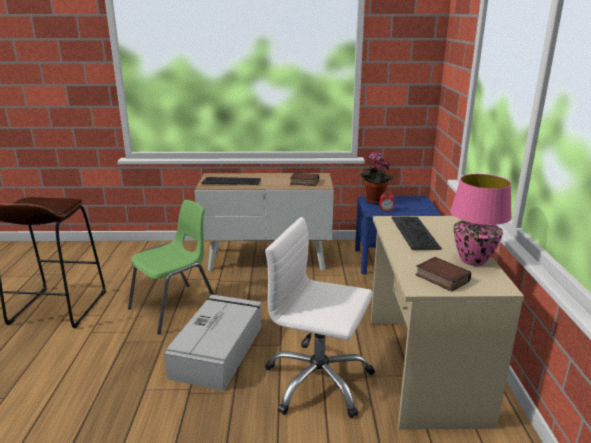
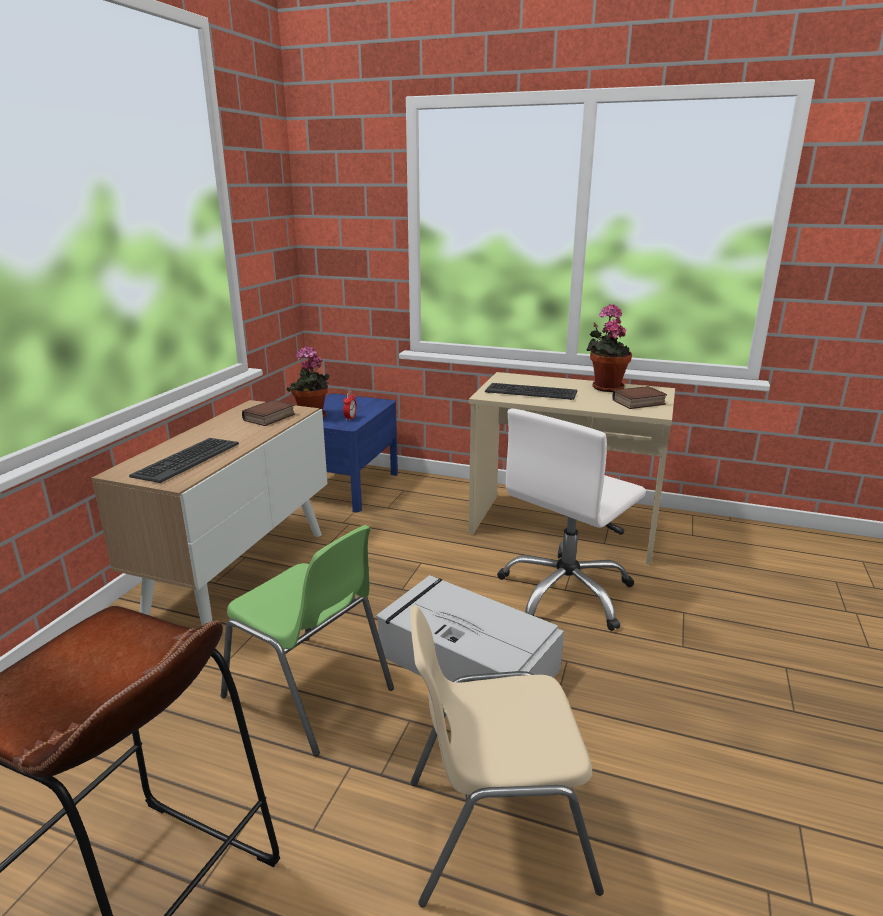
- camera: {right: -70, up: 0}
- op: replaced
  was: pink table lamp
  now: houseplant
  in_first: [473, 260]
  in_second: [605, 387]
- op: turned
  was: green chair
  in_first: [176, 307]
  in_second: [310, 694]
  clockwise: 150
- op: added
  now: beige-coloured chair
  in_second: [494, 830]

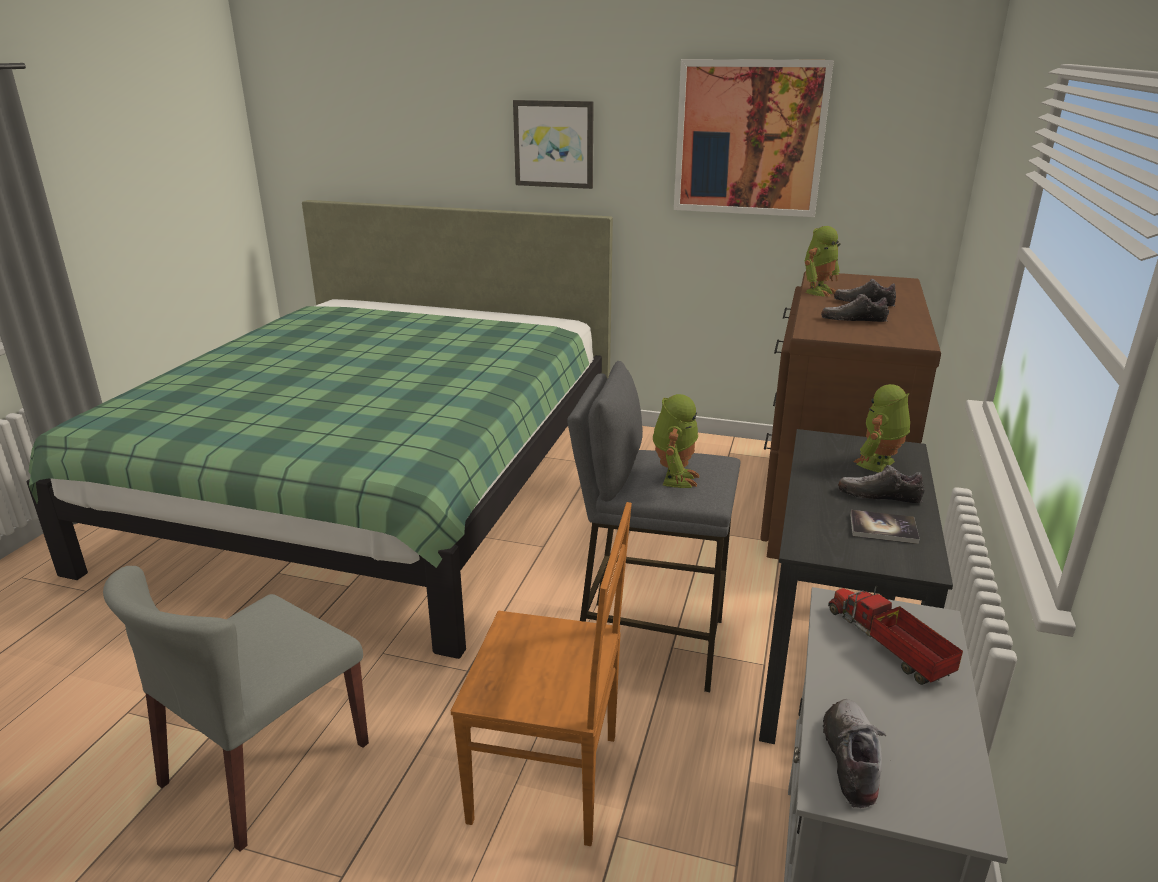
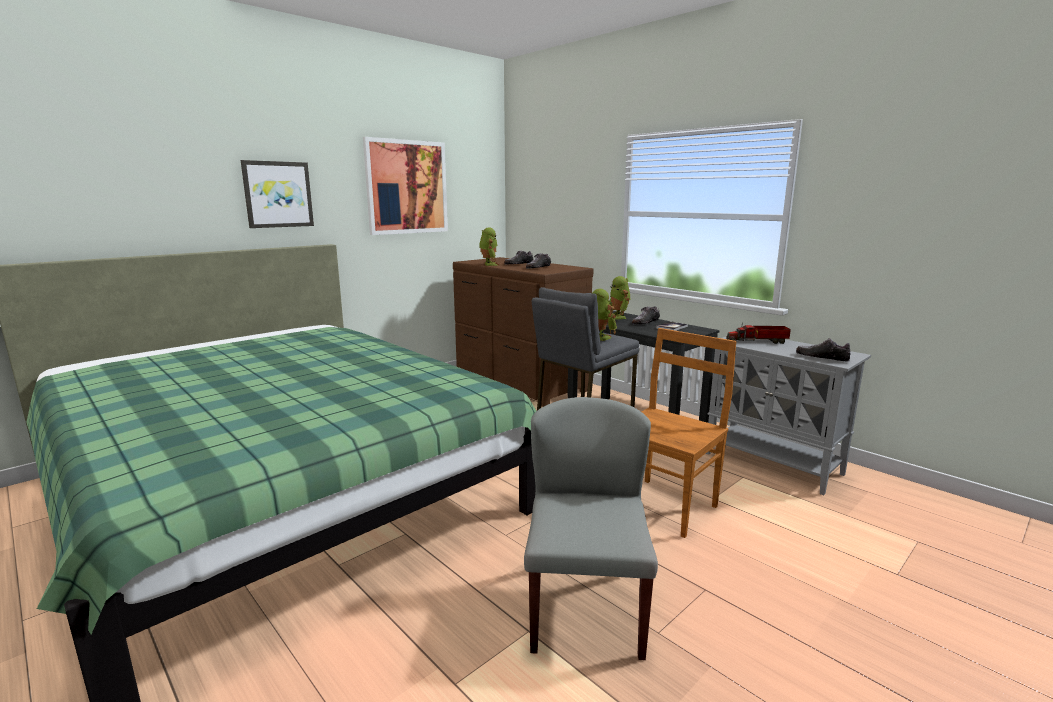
- camera: {right: -60, up: -10}
- op: turned
  was: greyish chair
  in_first: [265, 765]
  in_second: [585, 607]
  clockwise: -150

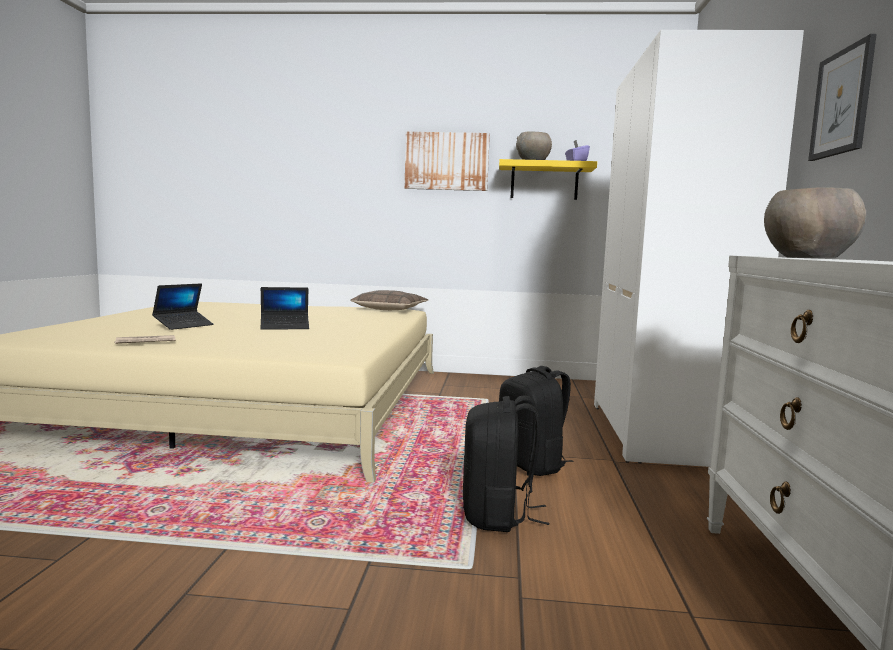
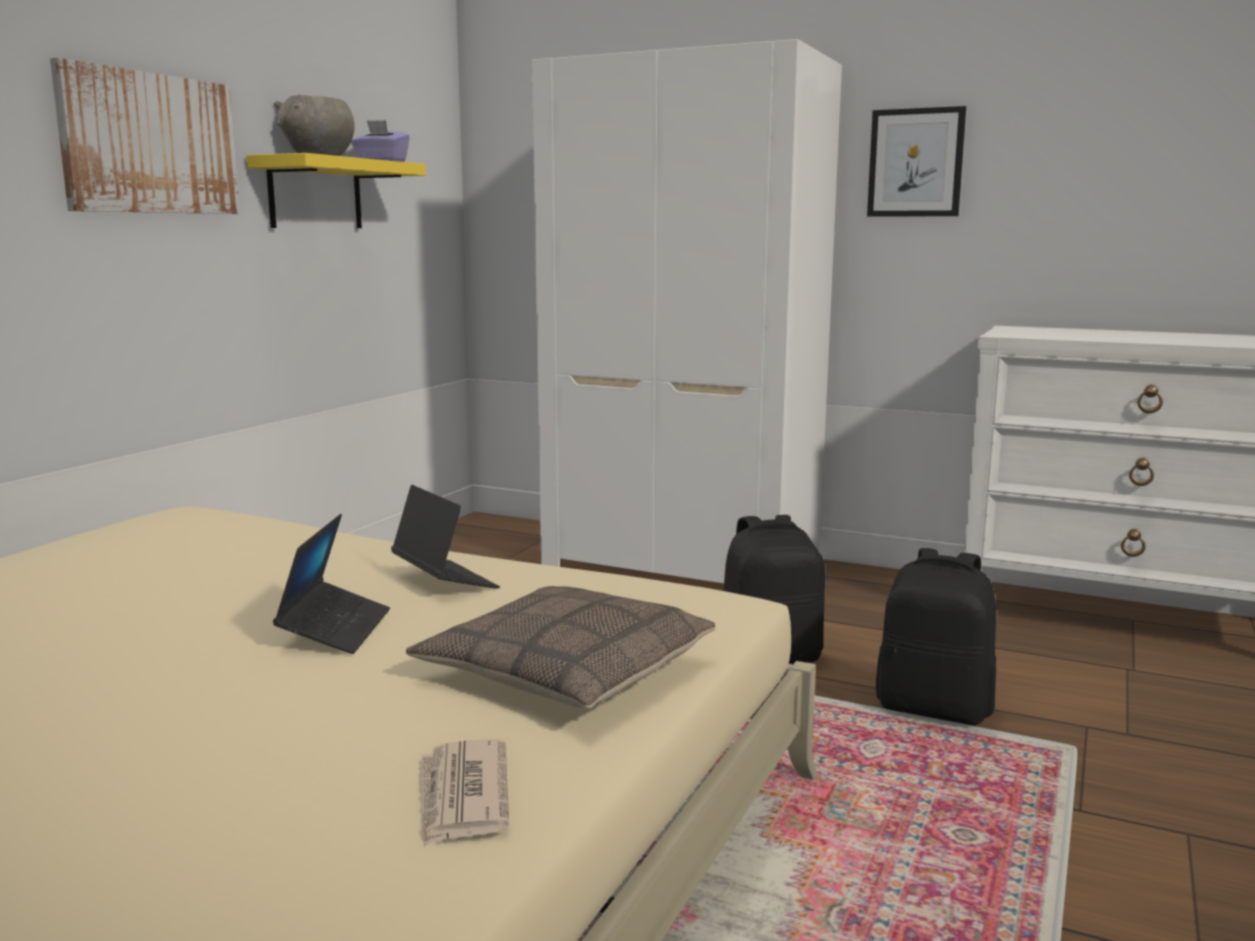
- camera: {right: -70, up: 5}
- op: removed
  was: greyish serving bowl
  in_first: [807, 258]
- op: moved
  was: notebook computer
  in_first: [184, 325]
  in_second: [444, 581]
- op: moved
  was: pillow
  in_first: [390, 309]
  in_second: [565, 670]

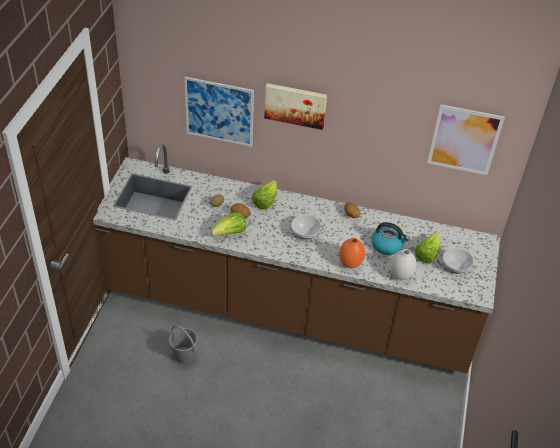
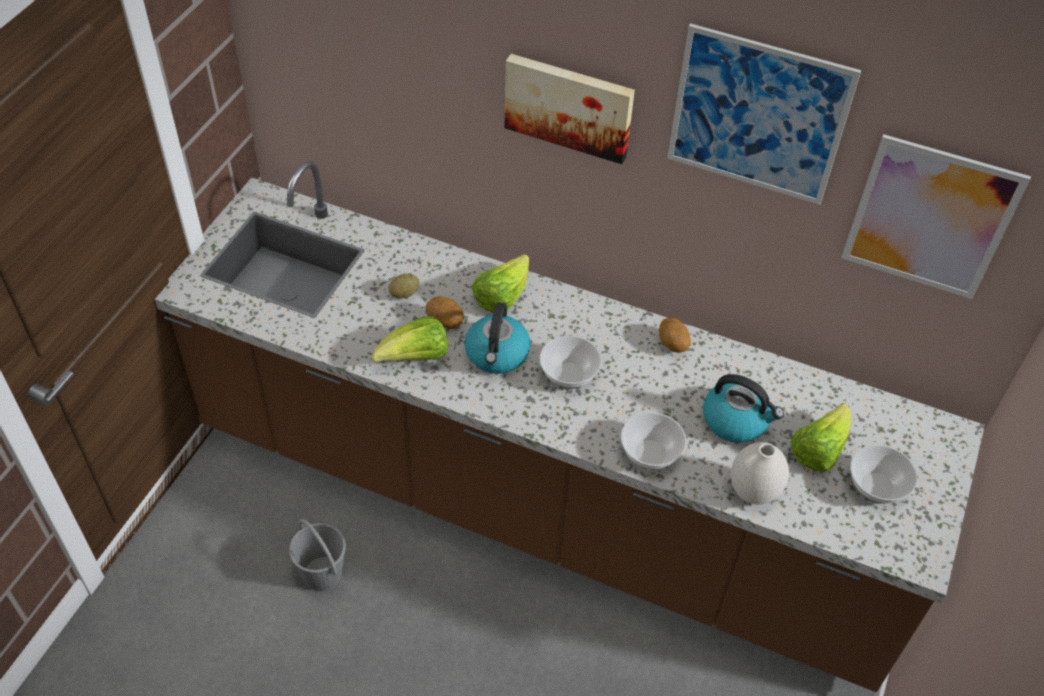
- camera: {right: 10, up: 5}
- op: moved
  was: picture
  in_first: [219, 111]
  in_second: [758, 116]
- op: replaced
  was: orange vase
  now: serving bowl
  in_first: [349, 264]
  in_second: [649, 453]
- op: added
  now: kettle
  in_second: [497, 354]

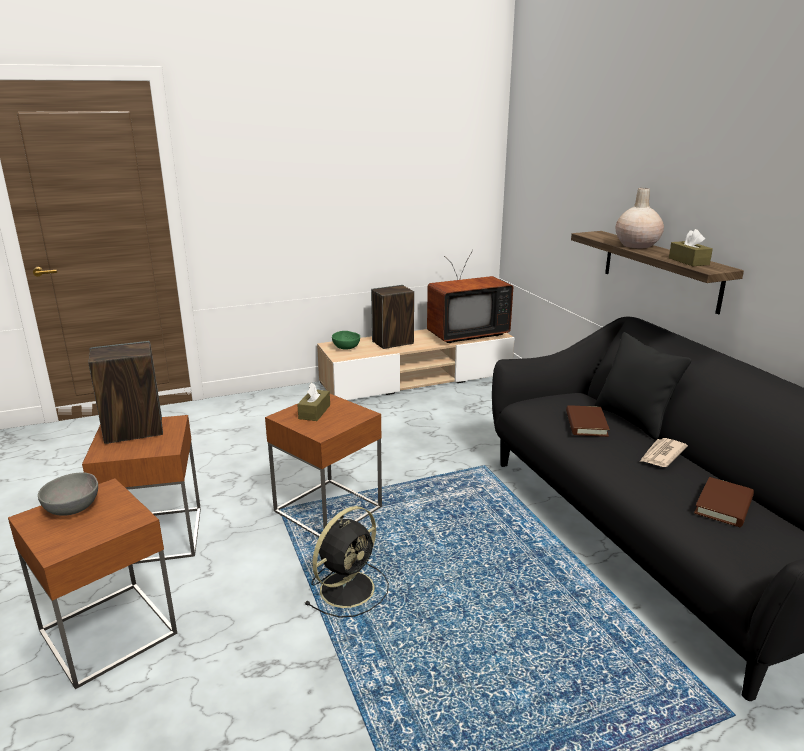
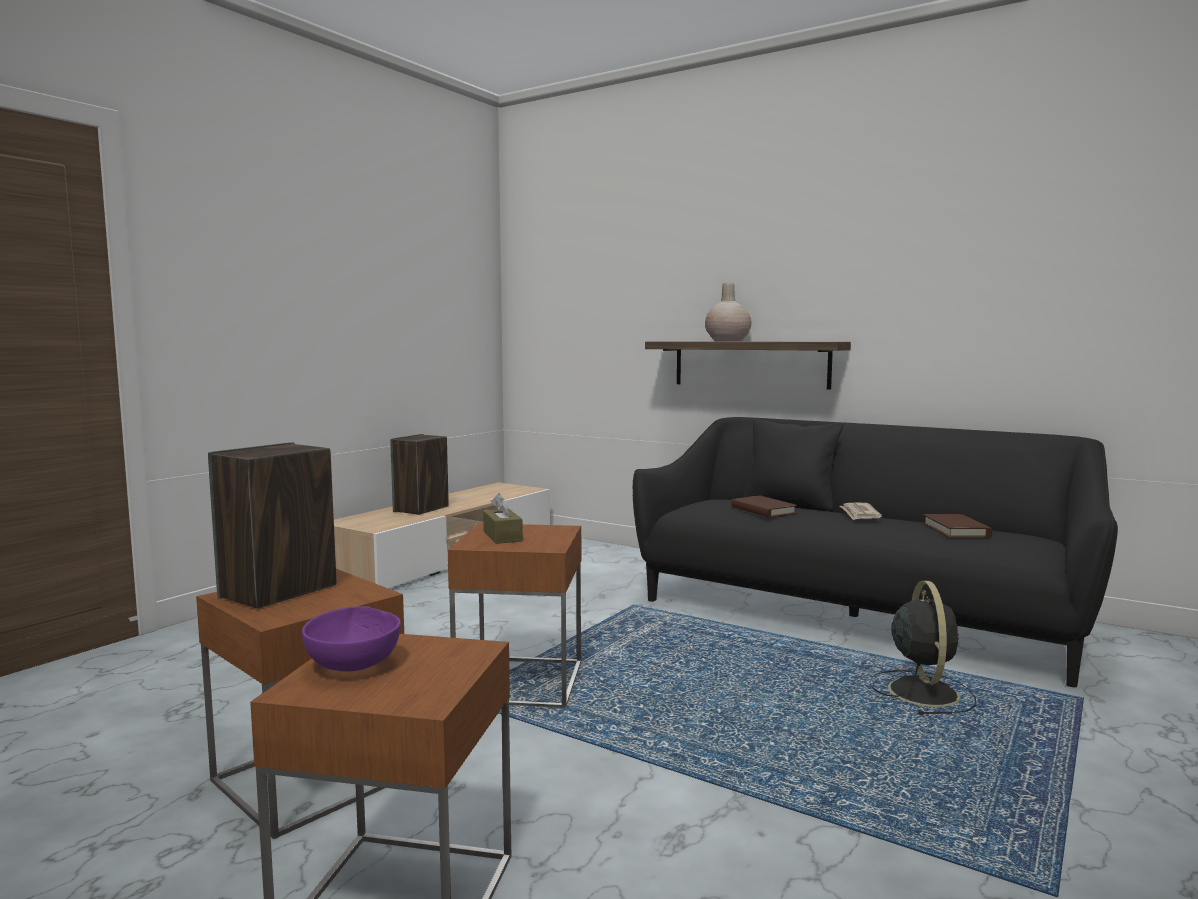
- camera: {right: -35, up: -15}
- op: removed
  was: brownish box of tissues
  in_first: [688, 261]
- op: removed
  was: television
  in_first: [464, 334]
- op: removed
  was: green serving bowl
  in_first: [346, 348]
- op: recoloured
  was: greyish serving bowl
  now: purple serving bowl
  in_first: [74, 508]
  in_second: [355, 665]
- op: moved
  was: black-coloured cooling fan
  in_first: [349, 587]
  in_second: [922, 691]

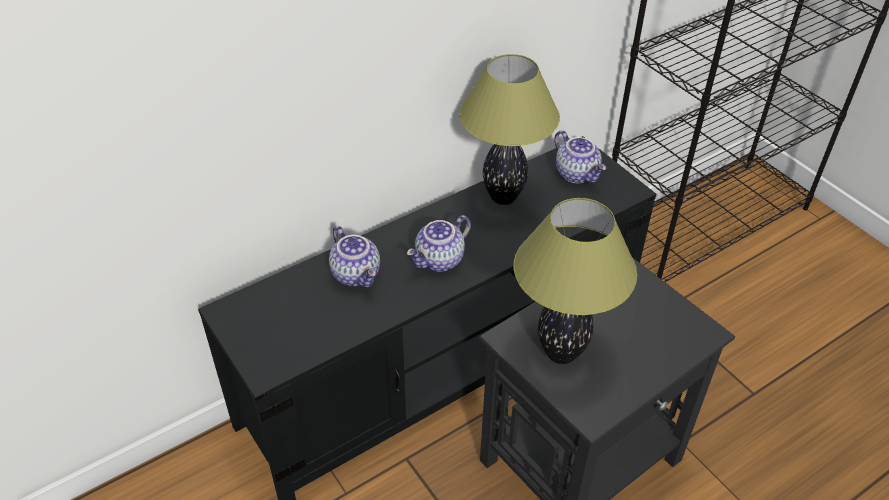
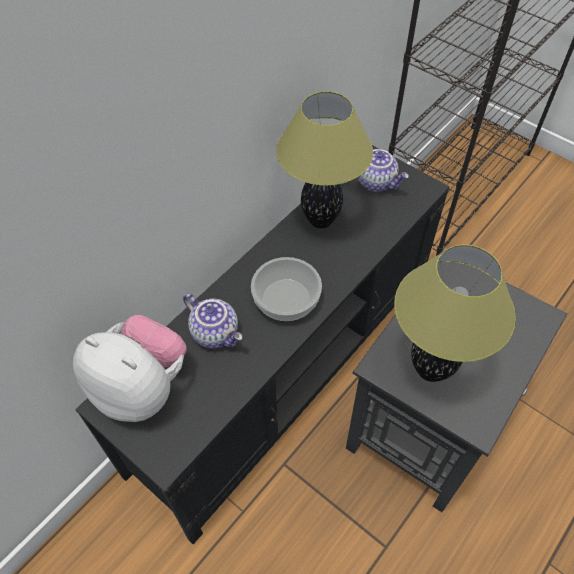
- camera: {right: -15, up: 10}
- op: replaced
  was: tea pot
  now: serving bowl
  in_first: [440, 261]
  in_second: [287, 299]
- op: added
  now: cuddly toy
  in_second: [142, 387]

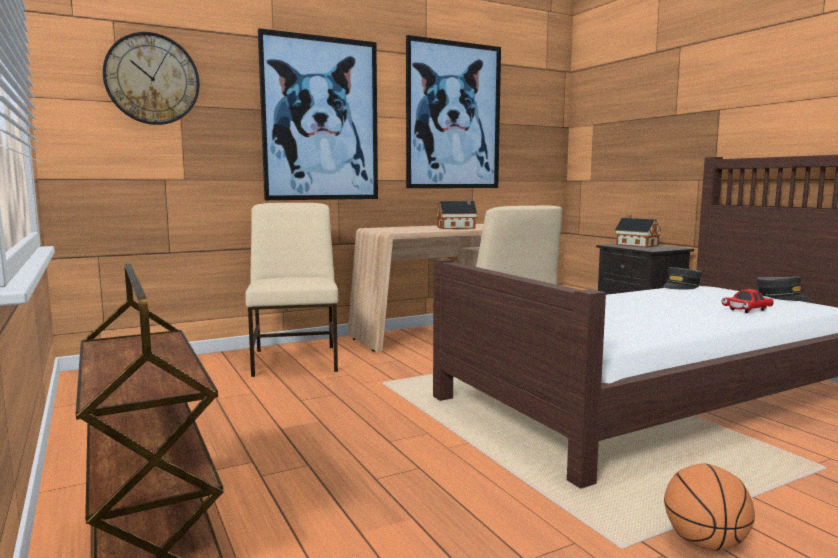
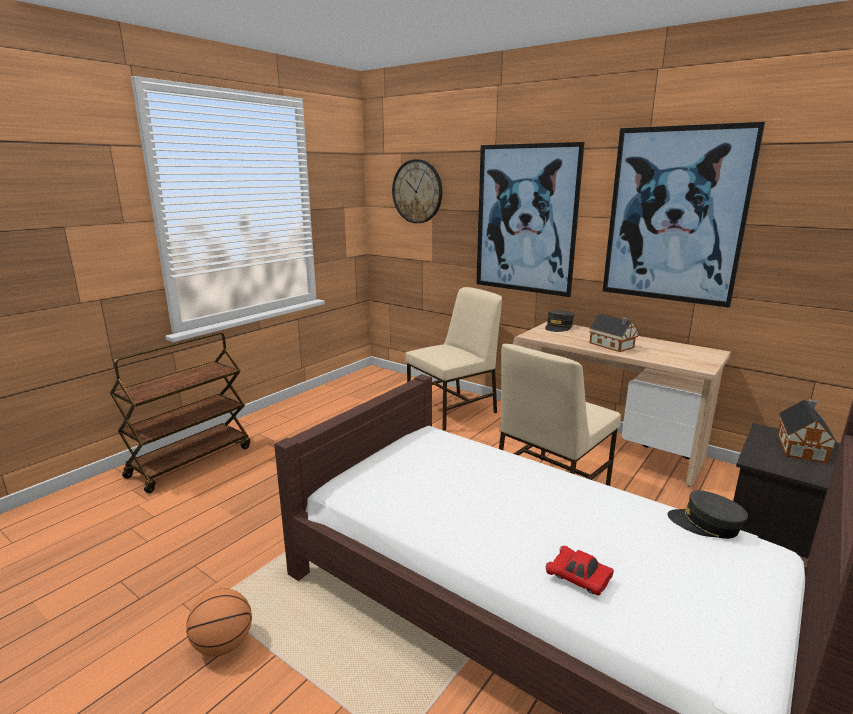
- camera: {right: 65, up: 10}
- op: moved
  was: greyish peaked cap
  in_first: [782, 297]
  in_second: [558, 327]

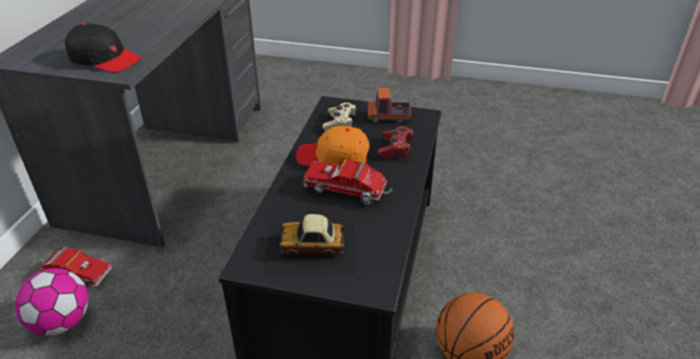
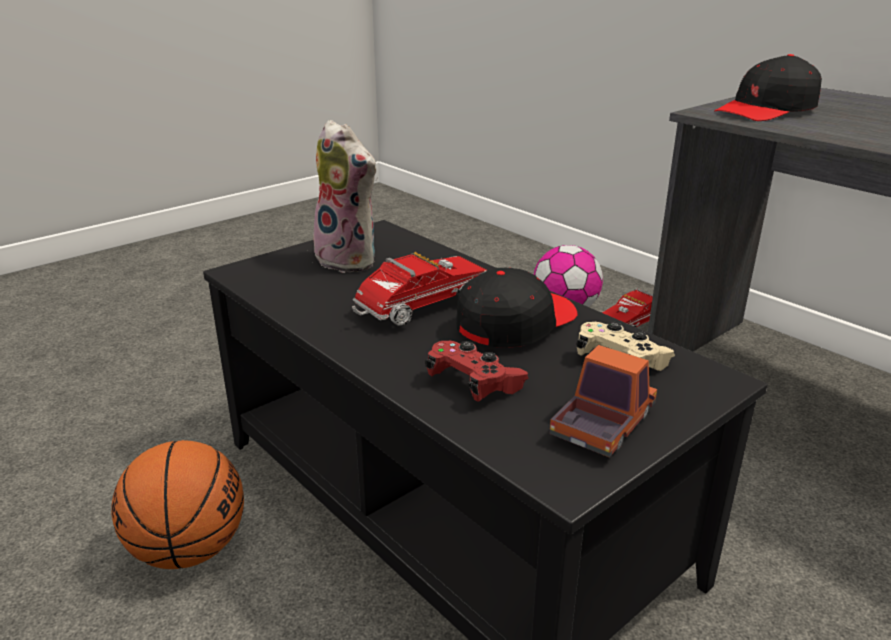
- camera: {right: 125, up: -10}
- op: recoloured
  was: orange peaked cap
  now: black-coloured peaked cap
  in_first: [333, 157]
  in_second: [516, 323]
- op: replaced
  was: toy car
  now: cuddly toy
  in_first: [312, 248]
  in_second: [351, 260]

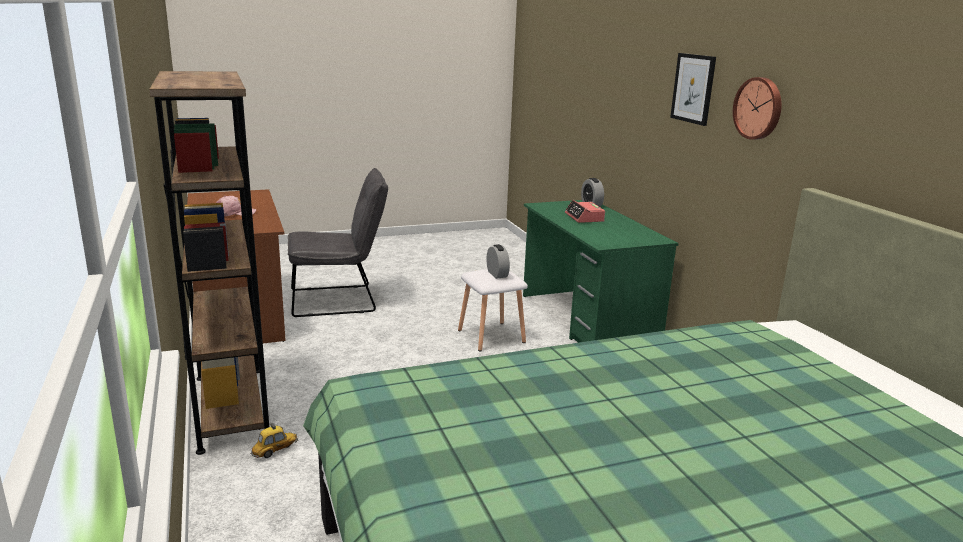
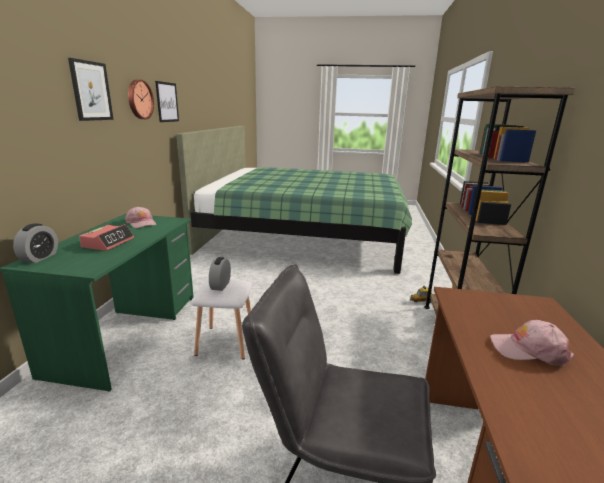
- camera: {right: -150, up: 0}
- op: added
  now: picture
  in_second: [167, 102]
- op: added
  now: pink peaked cap
  in_second: [141, 223]

